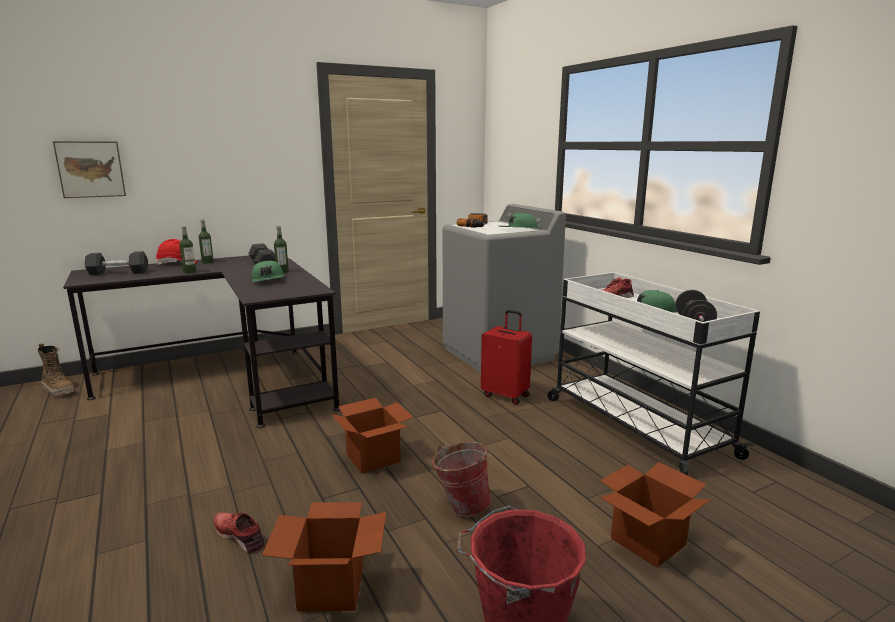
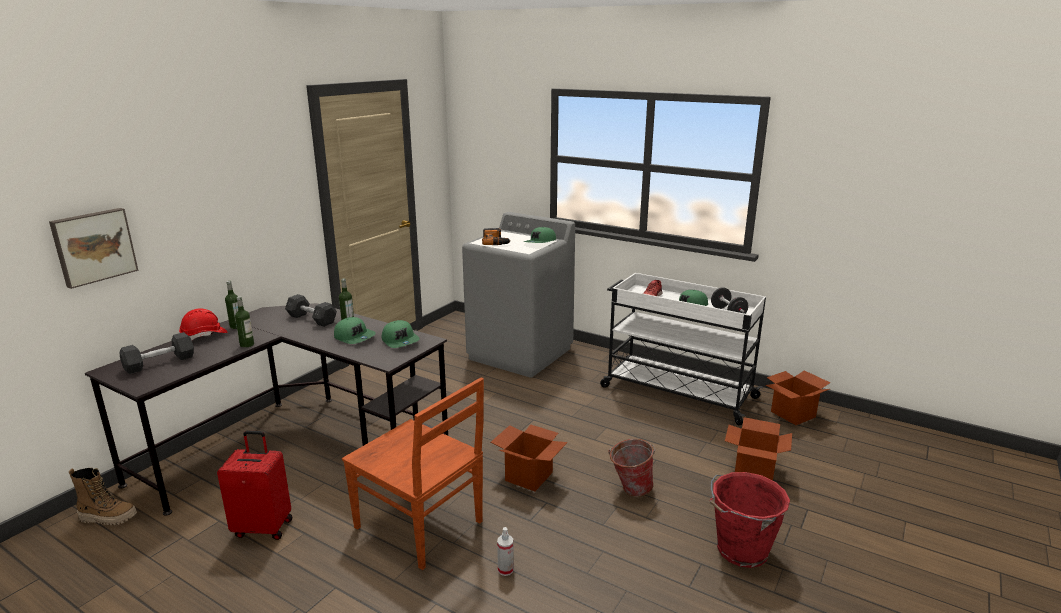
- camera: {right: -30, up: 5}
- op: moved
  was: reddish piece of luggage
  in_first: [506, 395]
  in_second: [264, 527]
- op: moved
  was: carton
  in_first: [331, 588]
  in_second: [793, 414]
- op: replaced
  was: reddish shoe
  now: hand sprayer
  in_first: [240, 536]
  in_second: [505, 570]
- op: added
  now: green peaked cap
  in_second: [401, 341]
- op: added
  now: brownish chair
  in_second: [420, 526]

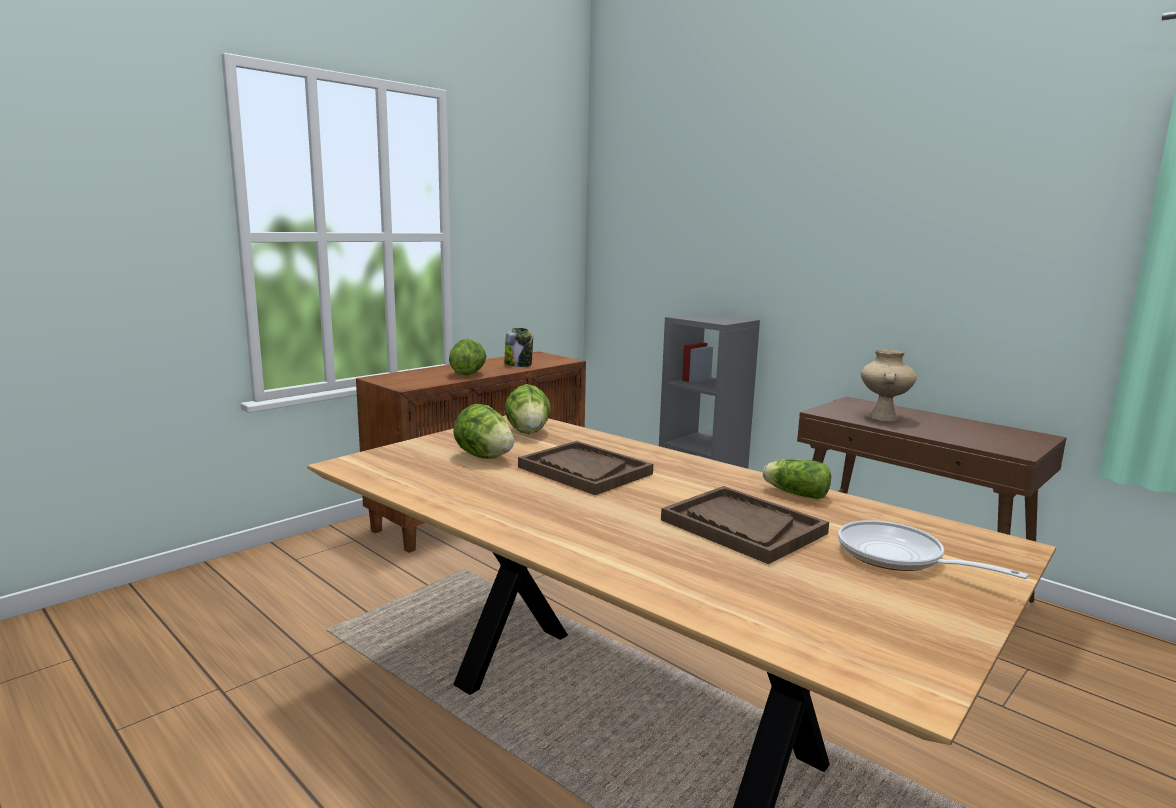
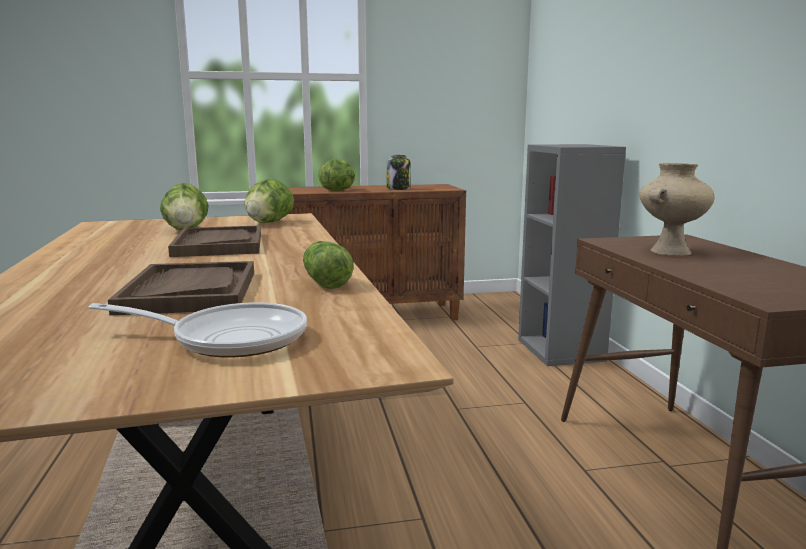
- camera: {right: 35, up: 0}
- op: turned
  was: pan
  in_first: [898, 557]
  in_second: [230, 339]
  clockwise: 105

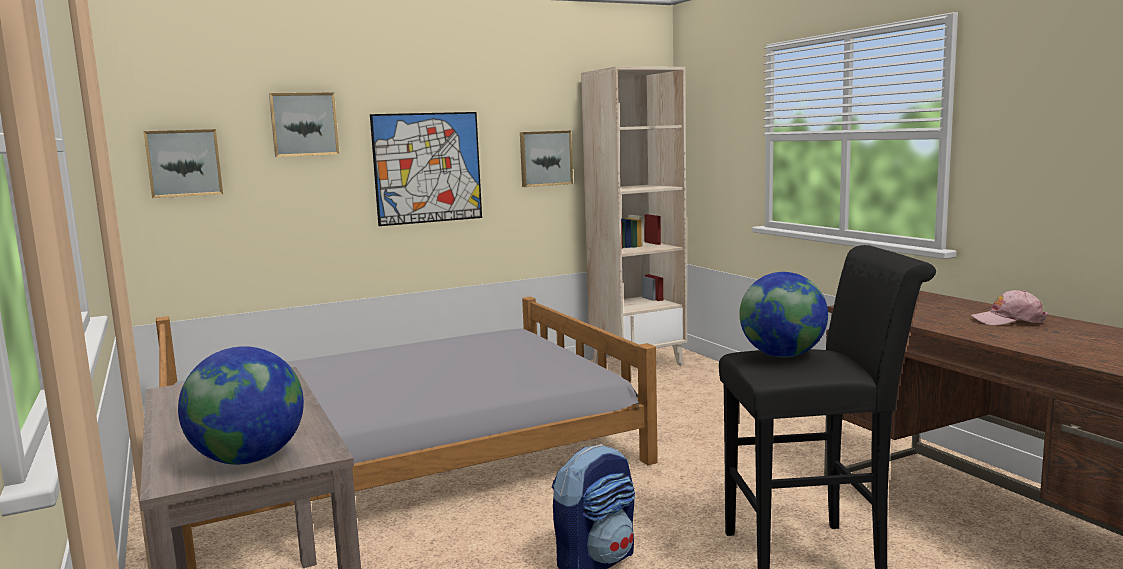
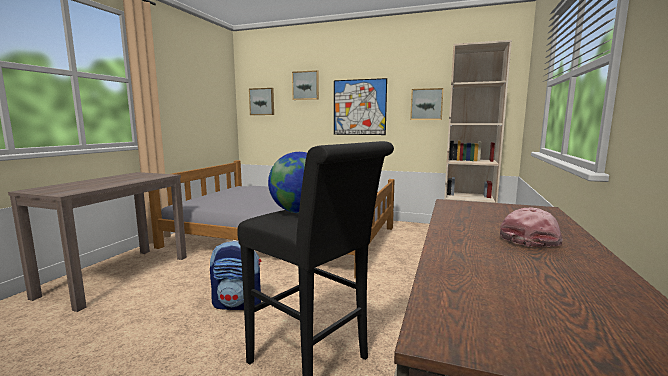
- camera: {right: 45, up: 0}
- op: turned
  was: pink peaked cap
  in_first: [1007, 320]
  in_second: [530, 238]
  clockwise: 75
- op: removed
  was: desk globe
  in_first: [248, 459]

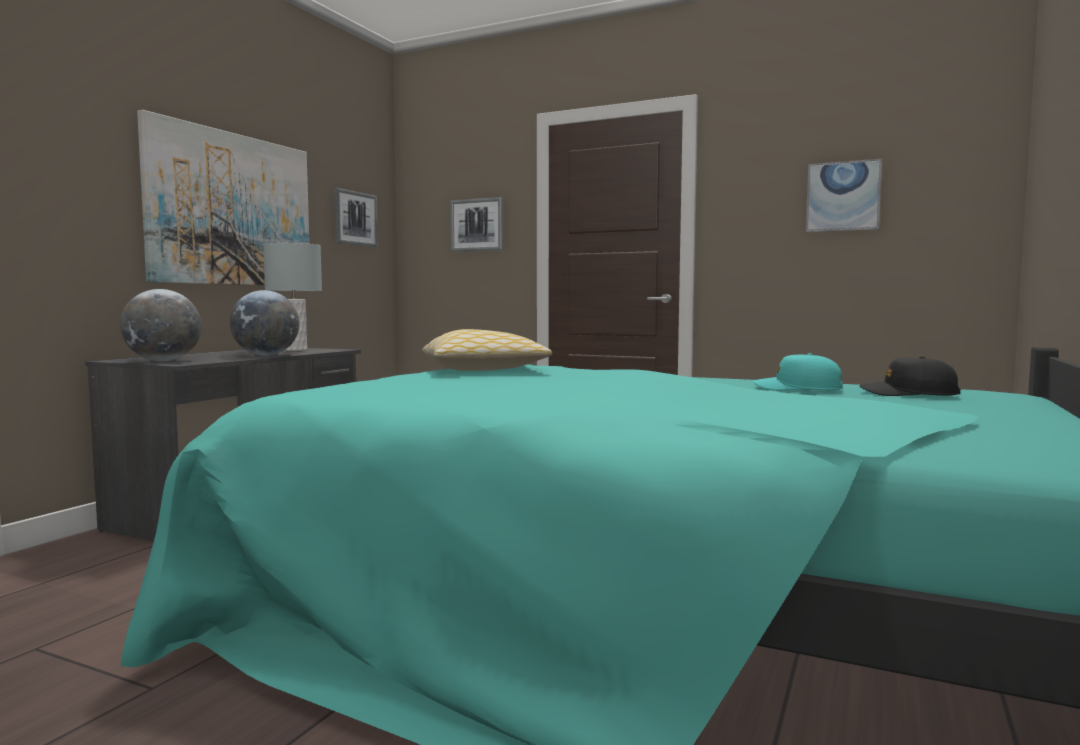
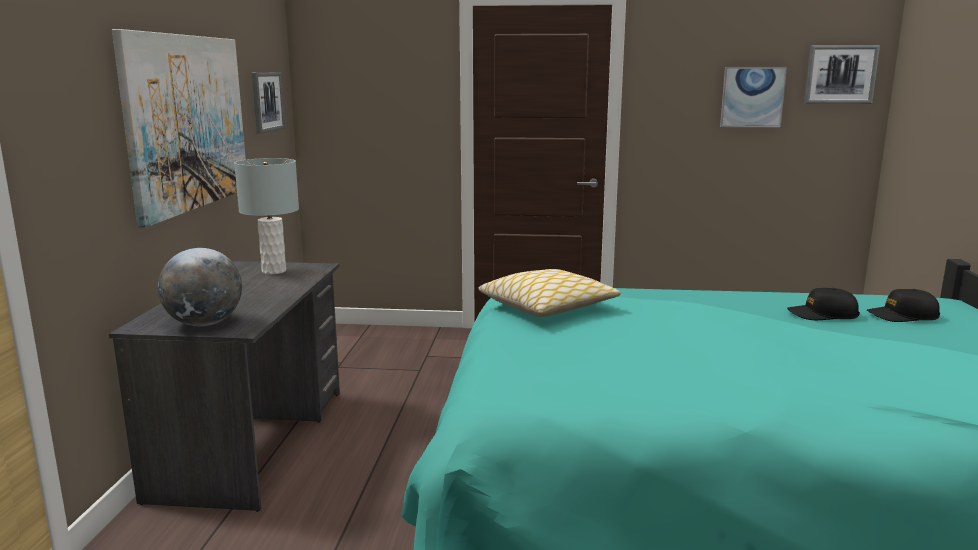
- camera: {right: -20, up: 10}
- op: moved
  was: picture
  in_first: [477, 225]
  in_second: [840, 74]
- op: removed
  was: desk globe
  in_first: [266, 355]
- op: recoloured
  was: blue-green peaked cap
  now: black-coloured peaked cap
  in_first: [797, 389]
  in_second: [822, 315]

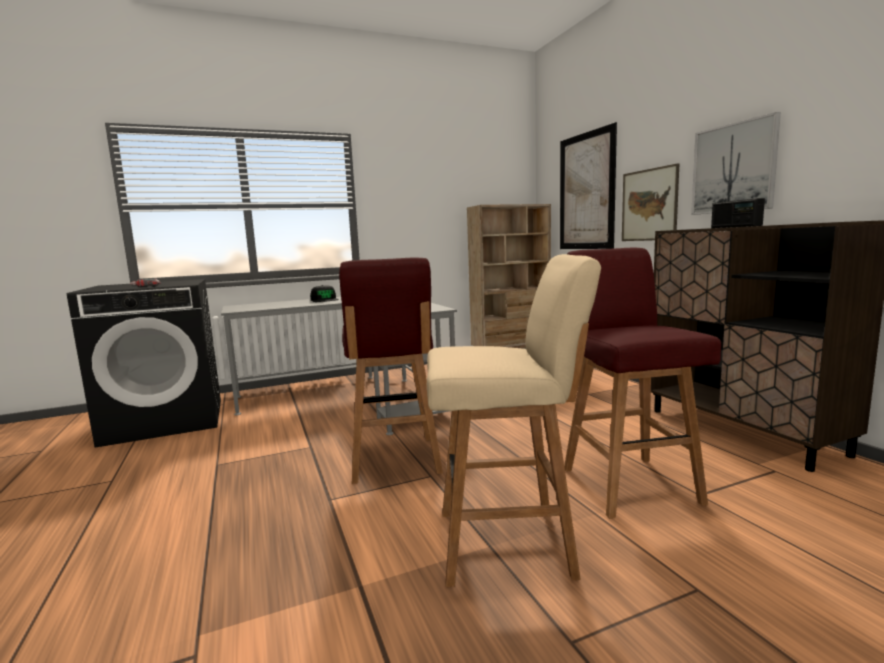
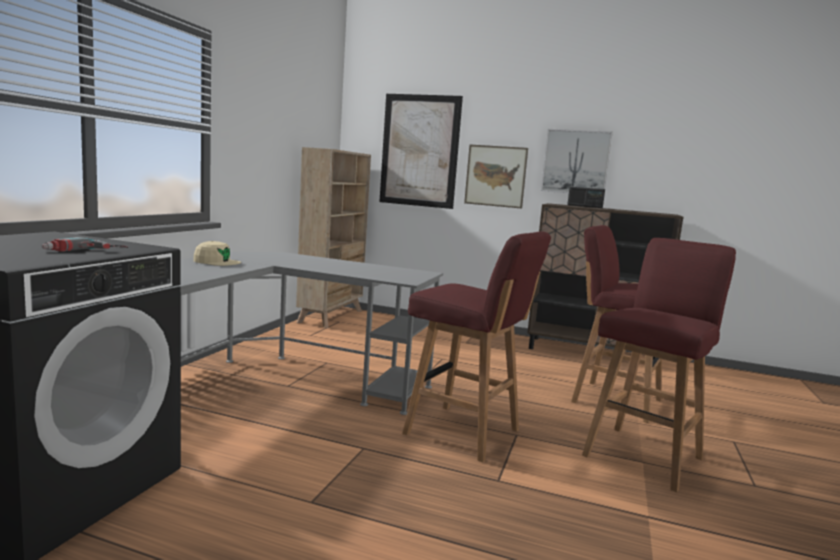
- camera: {right: -50, up: 0}
- op: recoloured
  was: beige-coloured sitting stool
  now: reddish sitting stool
  in_first: [508, 543]
  in_second: [644, 456]
- op: recoloured
  was: black-coloured peaked cap
  now: beige-coloured peaked cap
  in_first: [324, 300]
  in_second: [217, 262]

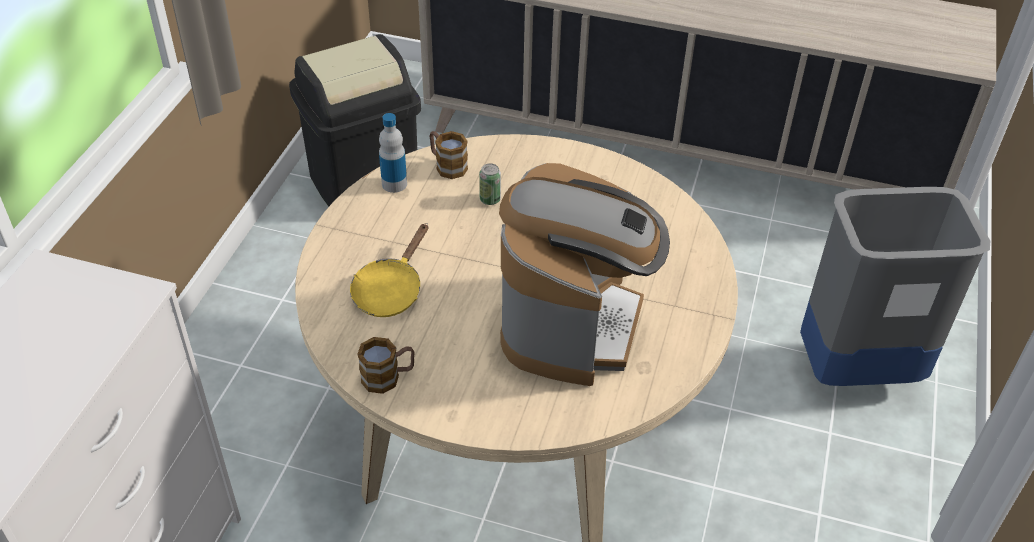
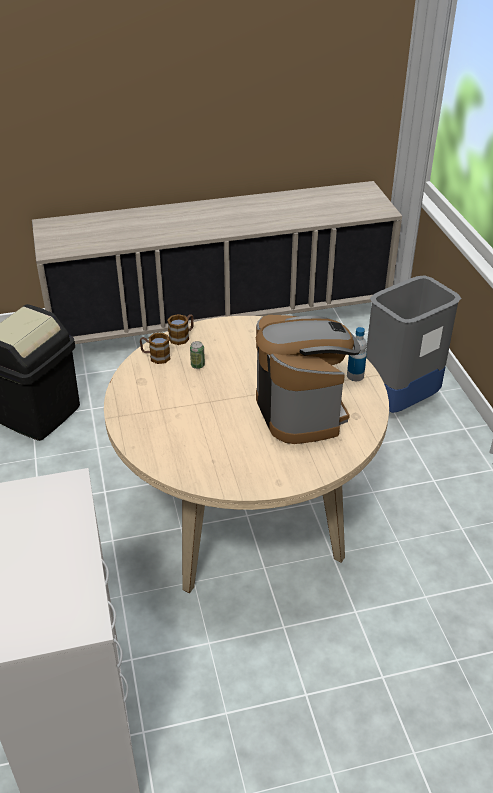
- camera: {right: -30, up: -5}
- op: moved
  was: bottle
  in_first: [394, 184]
  in_second: [355, 376]
- op: removed
  was: yellowish pan
  in_first: [390, 290]
- op: moved
  was: coffee mug
  in_first: [388, 377]
  in_second: [182, 337]

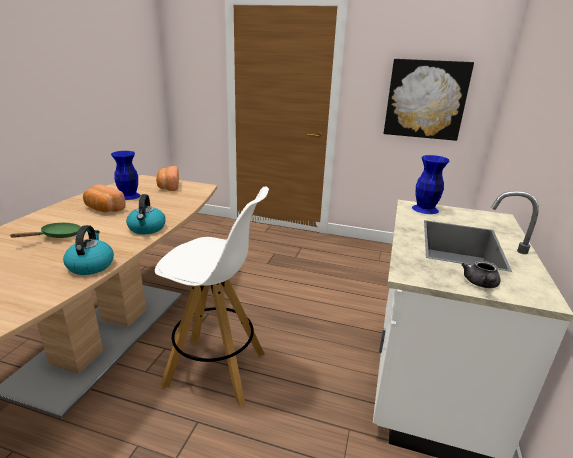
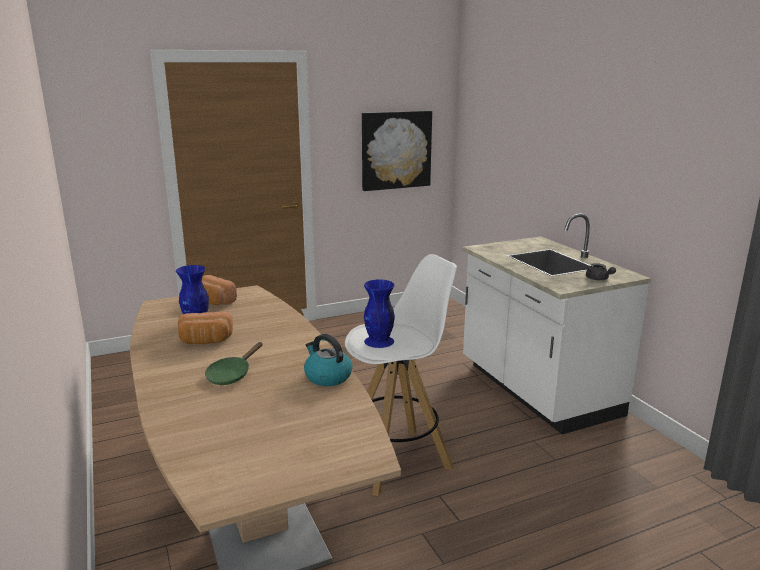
- camera: {right: -40, up: -5}
- op: moved
  was: blue vase
  in_first: [424, 209]
  in_second: [378, 341]
- op: removed
  was: kettle
  in_first: [147, 228]
- op: turned
  was: green pan
  in_first: [58, 236]
  in_second: [231, 375]
  clockwise: -150

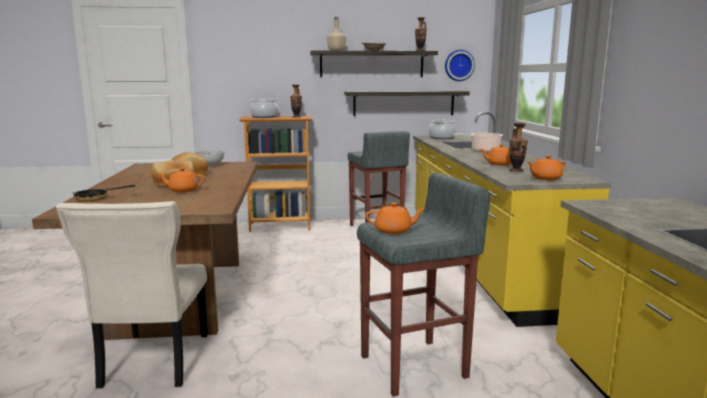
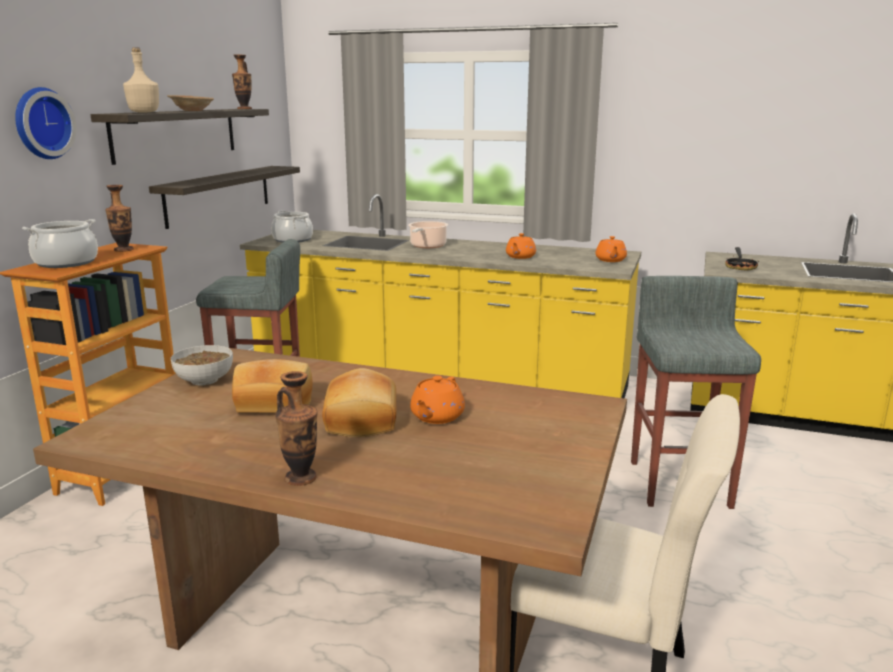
- camera: {right: -65, up: 5}
- op: moved
  was: hanging clock
  in_first: [459, 65]
  in_second: [41, 123]
- op: moved
  was: vase
  in_first: [516, 171]
  in_second: [301, 478]
- op: moved
  was: pan
  in_first: [96, 198]
  in_second: [740, 267]
- op: removed
  was: orange tea pot
  in_first: [394, 231]

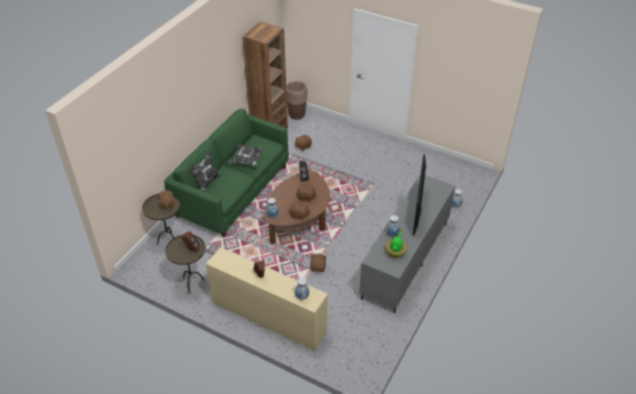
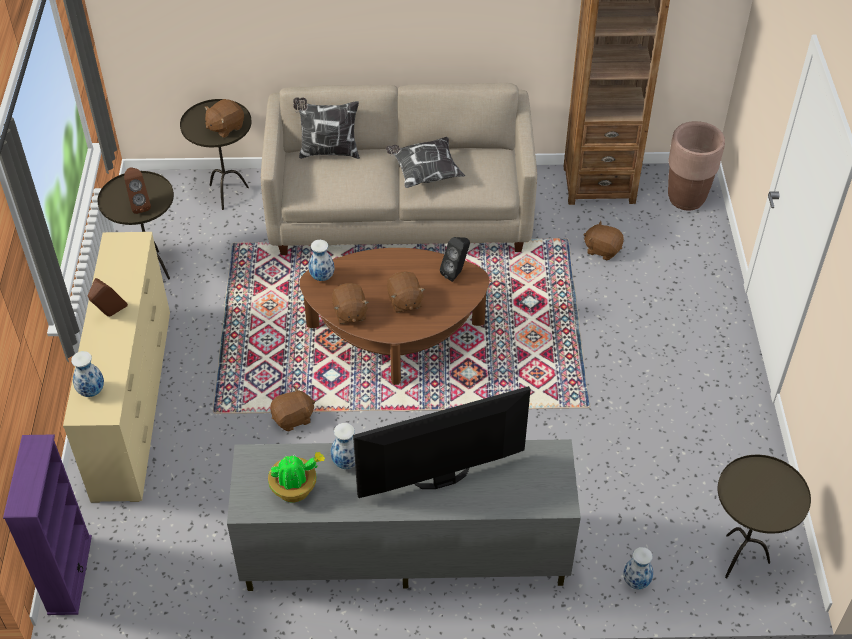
- camera: {right: 60, up: 5}
- op: recoloured
  was: green couch
  now: beige-coloured couch
  in_first: [232, 191]
  in_second: [401, 212]
- op: added
  now: purple shelving unit
  in_second: [69, 574]
- op: added
  now: brownish side table
  in_second: [740, 558]

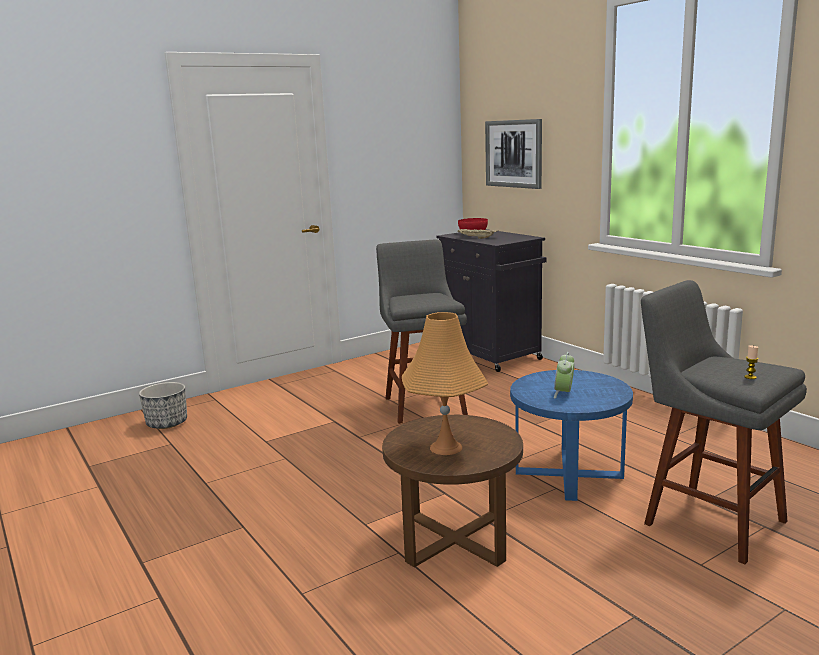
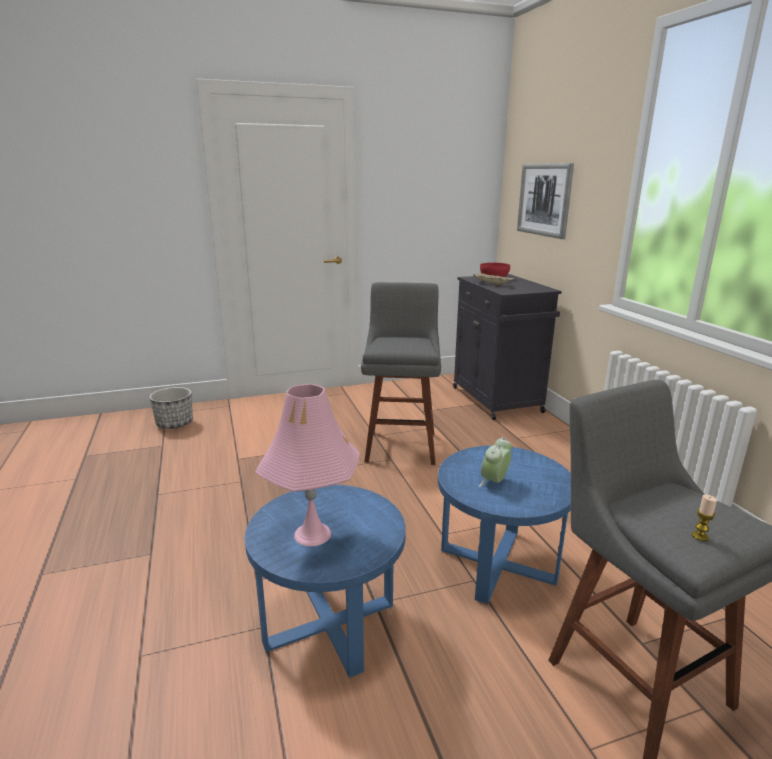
- camera: {right: 15, up: 5}
- op: recoloured
  was: orange table lamp
  now: pink table lamp
  in_first: [446, 447]
  in_second: [313, 534]
- op: recoloured
  was: brownish side table
  now: blue side table
  in_first: [455, 538]
  in_second: [330, 623]

